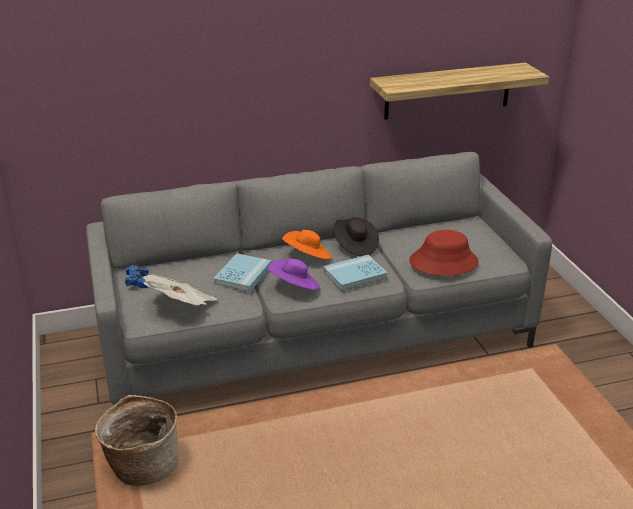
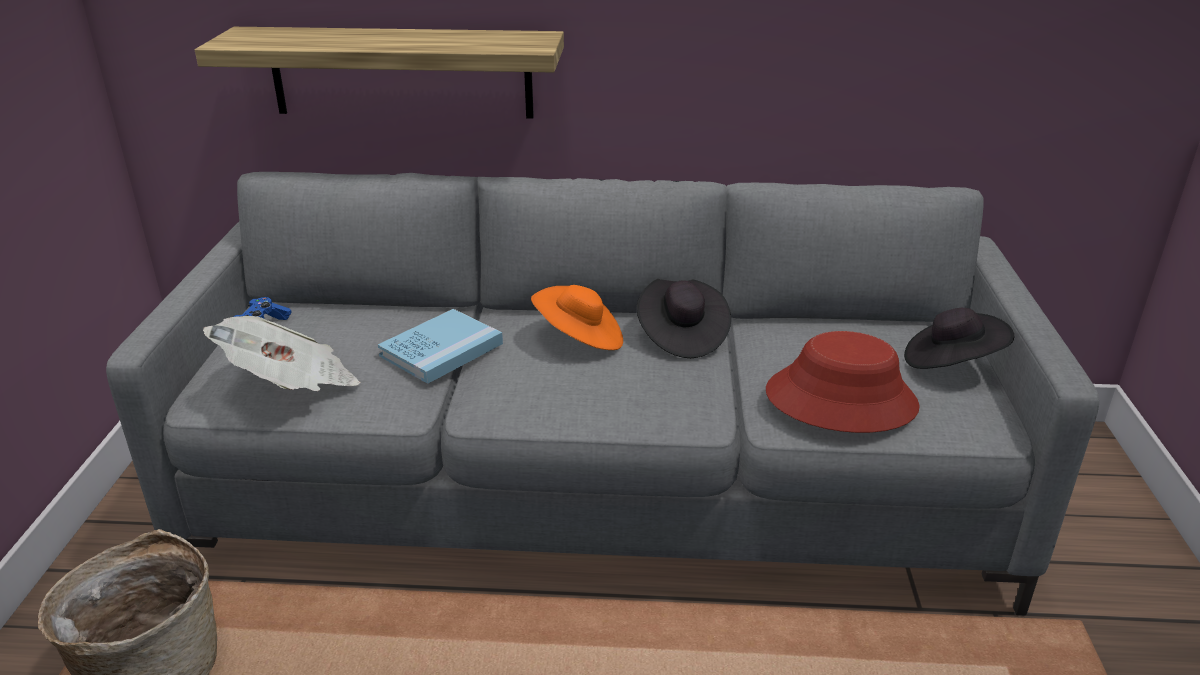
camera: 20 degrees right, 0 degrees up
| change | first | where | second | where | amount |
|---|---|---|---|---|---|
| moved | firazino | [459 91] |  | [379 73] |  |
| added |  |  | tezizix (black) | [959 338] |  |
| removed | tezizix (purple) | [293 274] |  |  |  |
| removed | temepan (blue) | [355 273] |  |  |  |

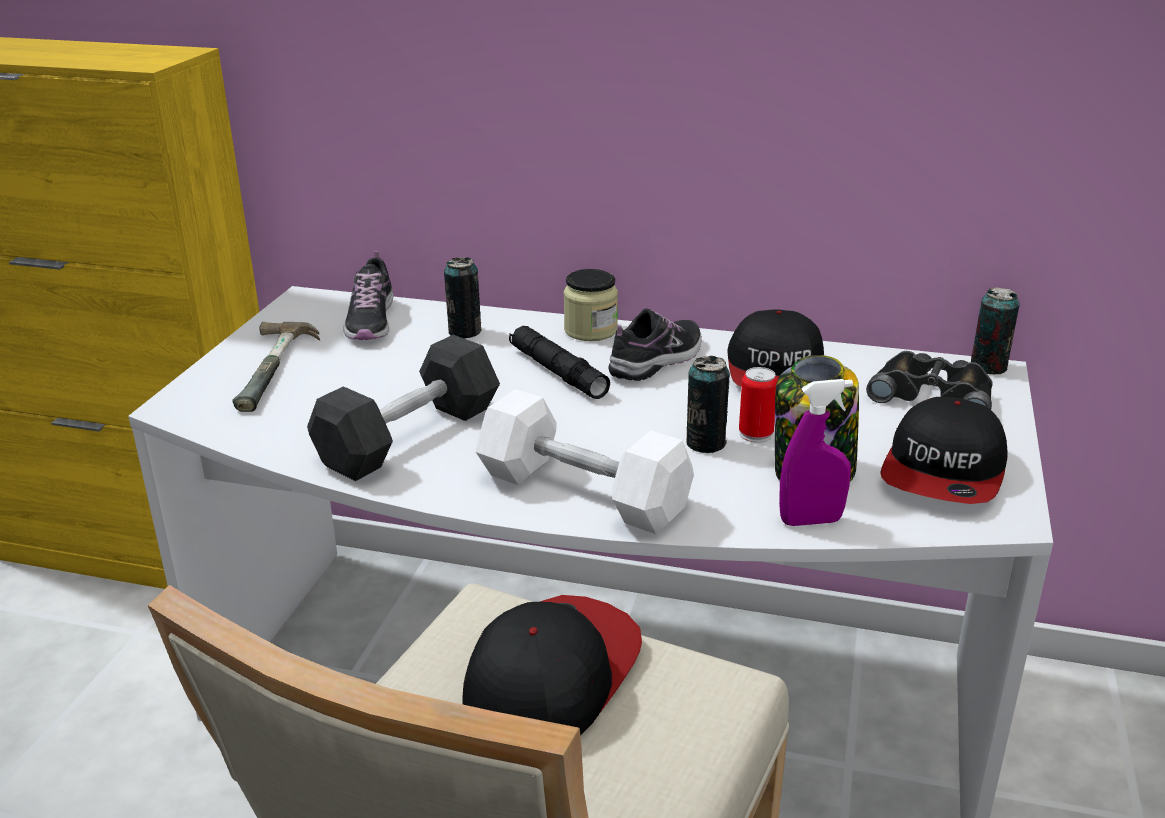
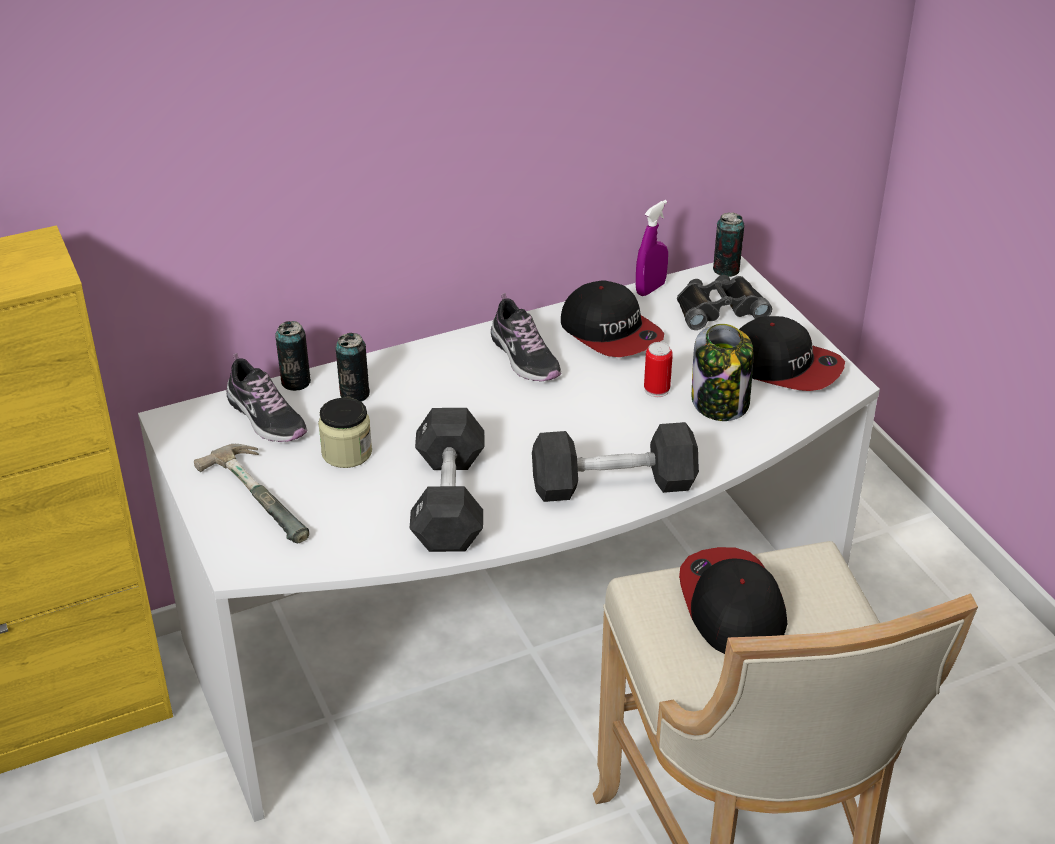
camera: 40 degrees left, 10 degrees up
| change | first | where | second | where | amount |
|---|---|---|---|---|---|
| moved | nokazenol | [708 404] |  | [293 356] |  |
| moved | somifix | [590 305] |  | [345 433] |  |
| turned | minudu | [655 344] |  | [526 337] | 150 degrees clockwise |
| recoloured | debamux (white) | [585 461] | debamux (black) | [615 462] |  |
| moved | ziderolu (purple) | [816 452] |  | [652 248] |  |
| turned | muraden | [943 450] |  | [792 353] | 45 degrees counterclockwise |
| removed | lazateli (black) | [559 362] |  |  |  |

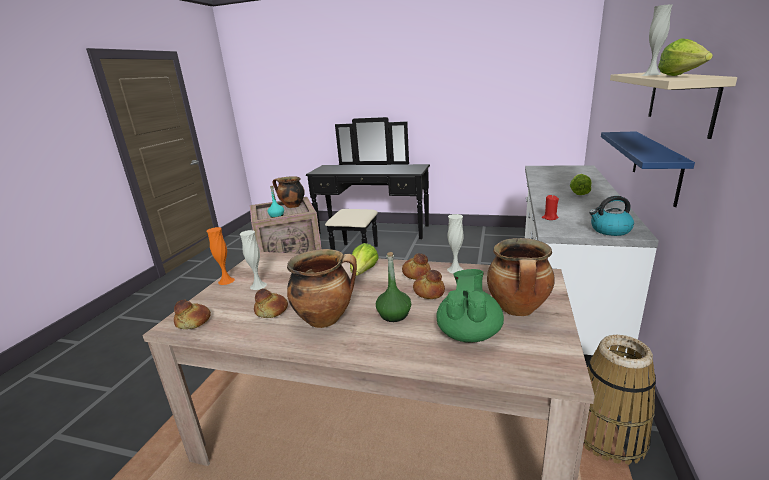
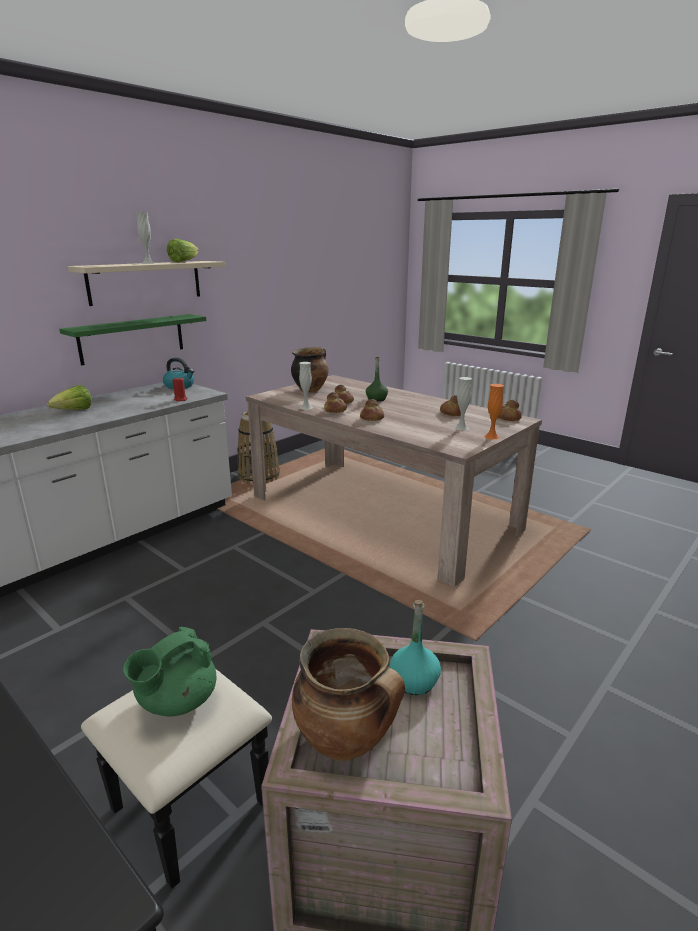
camera: 155 degrees left, 0 degrees up
| change | first | where | second | where | amount |
|---|---|---|---|---|---|
| recoloured | firazino (blue) | [648 169] | firazino (green) | [132 339] |  |
| moved | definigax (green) | [470 306] |  | [169 671] |  |
| replaced | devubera | [364 259] | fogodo | [372 410] |  |
| removed | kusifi | [322 288] |  |  |  |

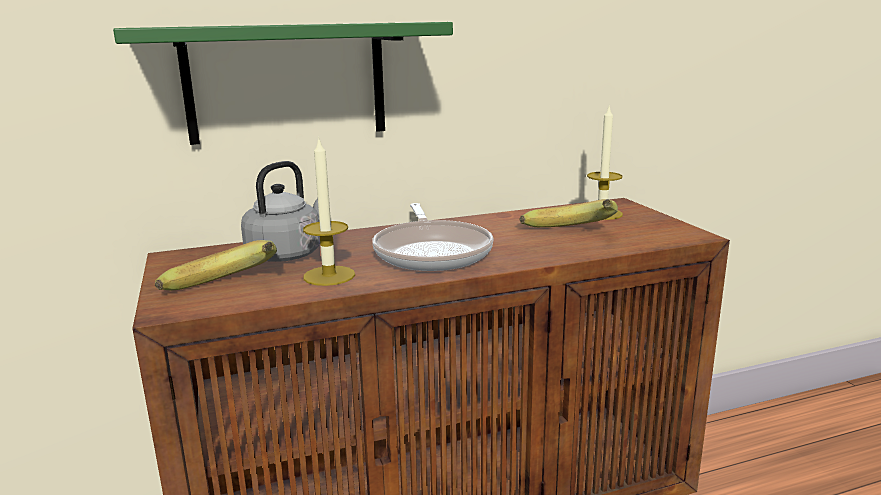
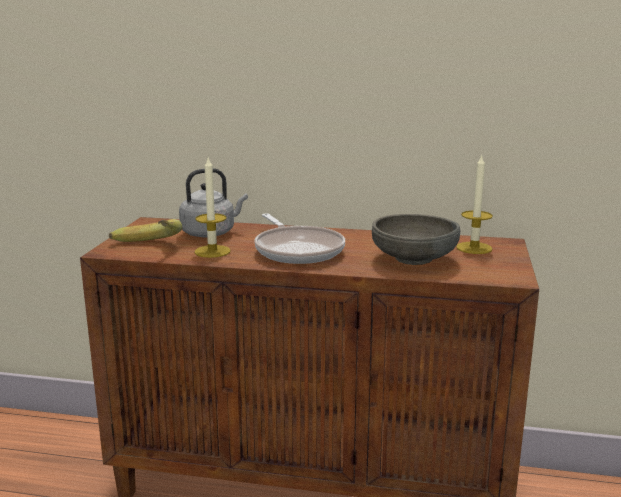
camera: 30 degrees right, 0 degrees up
| change | first | where | second | where | amount |
|---|---|---|---|---|---|
| turned | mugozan | [432 237] |  | [299 238] | 45 degrees counterclockwise |
| replaced | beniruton | [568 213] | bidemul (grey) | [416 239] |  |
| removed | firazino (green) | [283 83] |  |  |  |

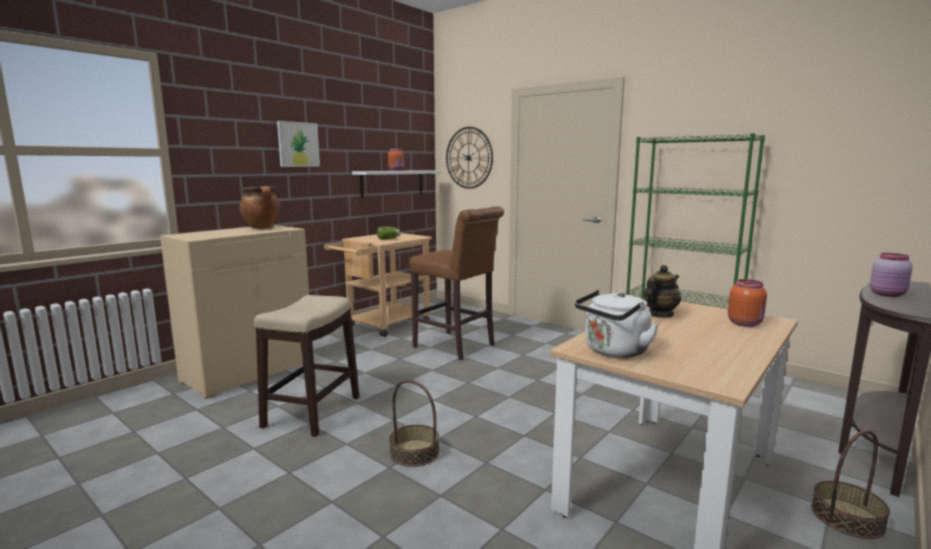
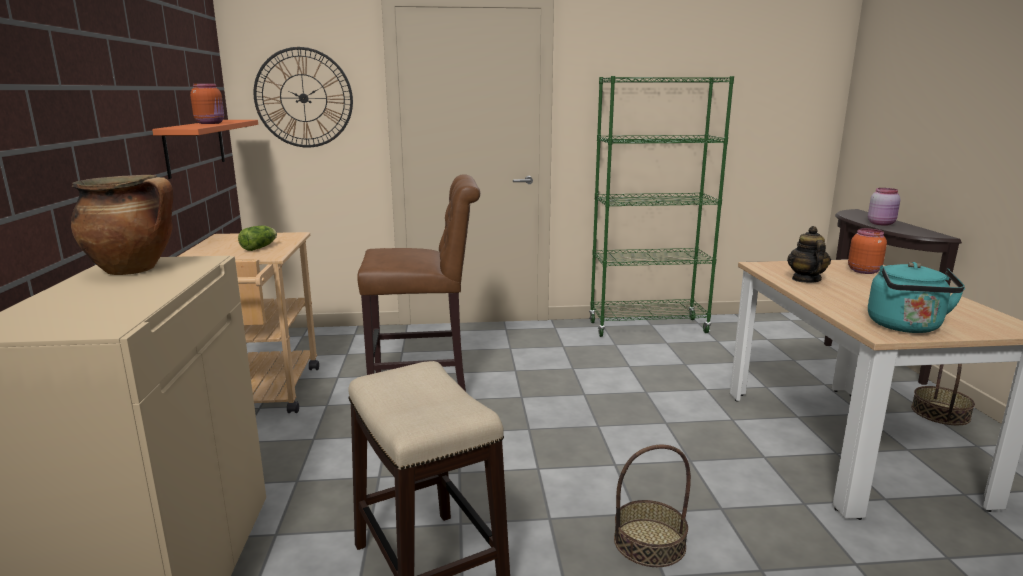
camera: 45 degrees left, 5 degrees up
| change | first | where | second | where | amount |
|---|---|---|---|---|---|
| recoloured | firazino (white) | [396 184] | firazino (orange) | [205 149] |  |
| recoloured | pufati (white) | [616 324] | pufati (turquoise) | [916 297] |  |
| removed | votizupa | [298 144] |  |  |  |

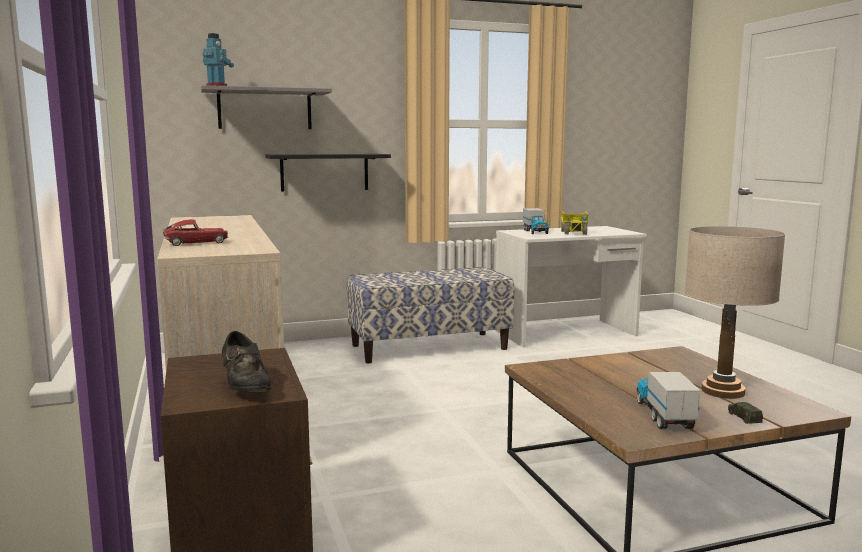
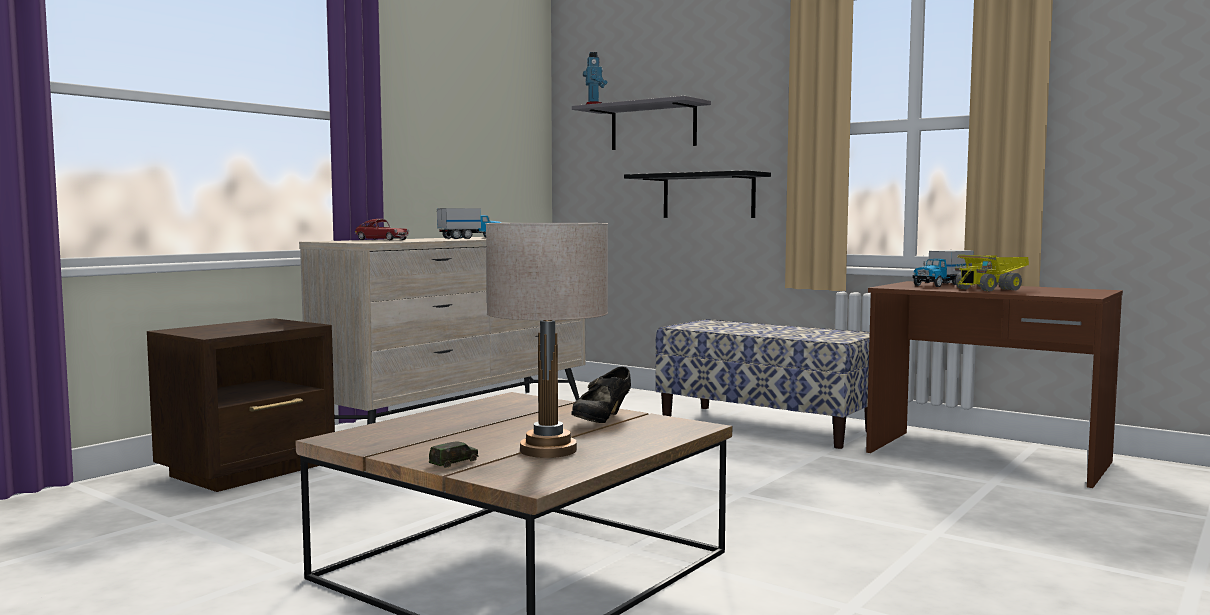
camera: 55 degrees right, 5 degrees down
| change | first | where | second | where | amount |
|---|---|---|---|---|---|
| moved | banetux | [669 399] |  | [469 223] |  |
| moved | minudu (black) | [246 361] |  | [601 394] |  |
| recoloured | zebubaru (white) | [571 287] | zebubaru (brown) | [994 384] |  |

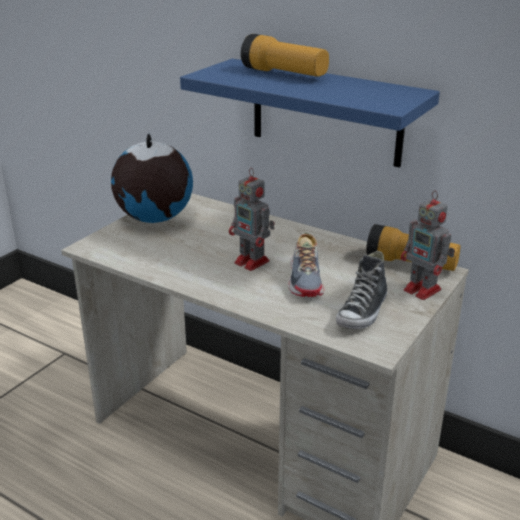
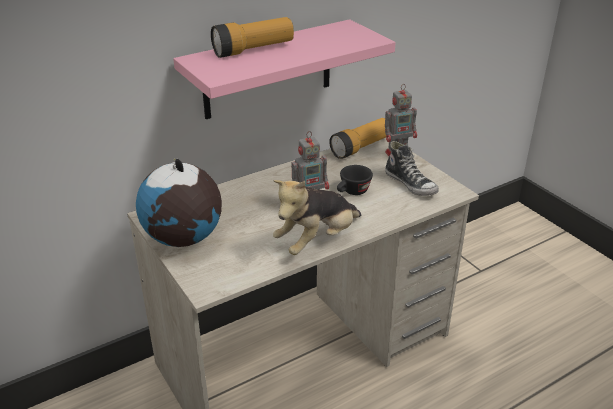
camera: 65 degrees left, 5 degrees up
| change | first | where | second | where | amount |
|---|---|---|---|---|---|
| recoloured | firazino (blue) | [310 113] | firazino (pink) | [284 69] |  |
| added |  |  | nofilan | [317 217] |  |
| replaced | minudu | [306 264] | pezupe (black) | [355 180] |  |

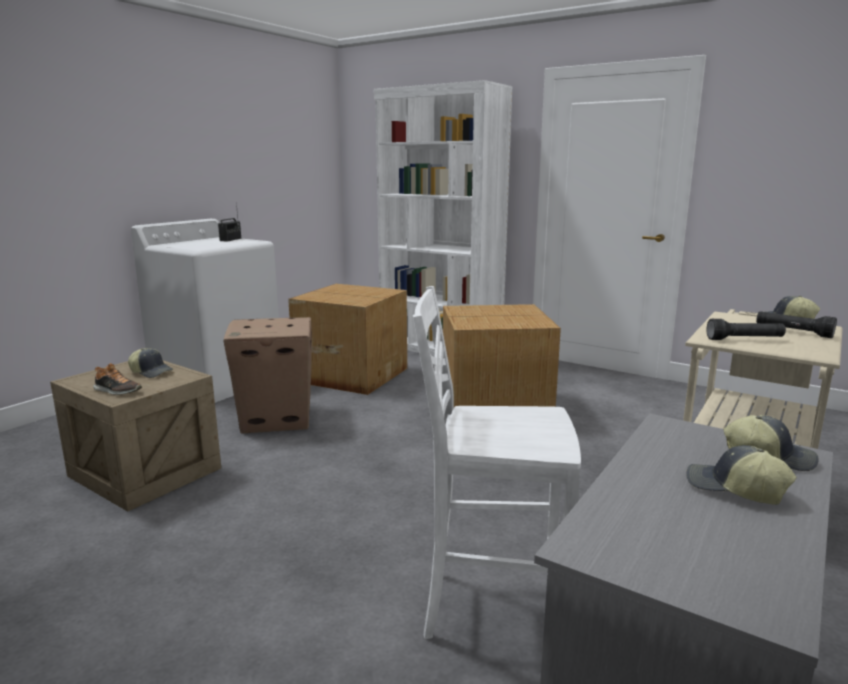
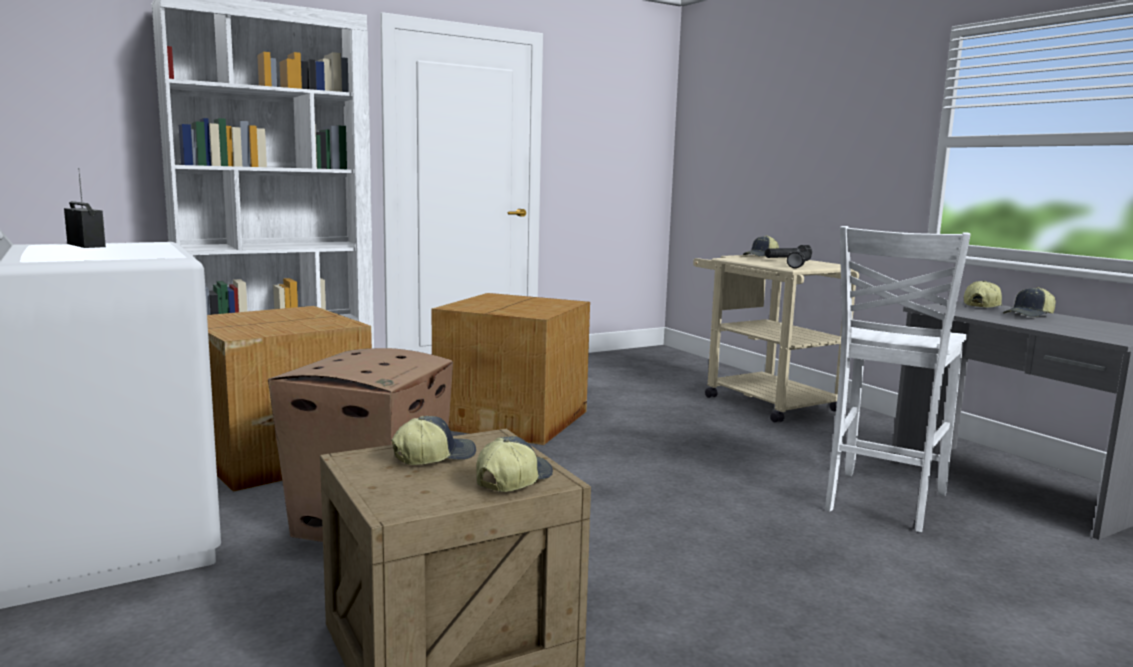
camera: 65 degrees left, 5 degrees down
| change | first | where | second | where | amount |
|---|---|---|---|---|---|
| replaced | minudu | [117 379] | muraden | [514 464] |  |

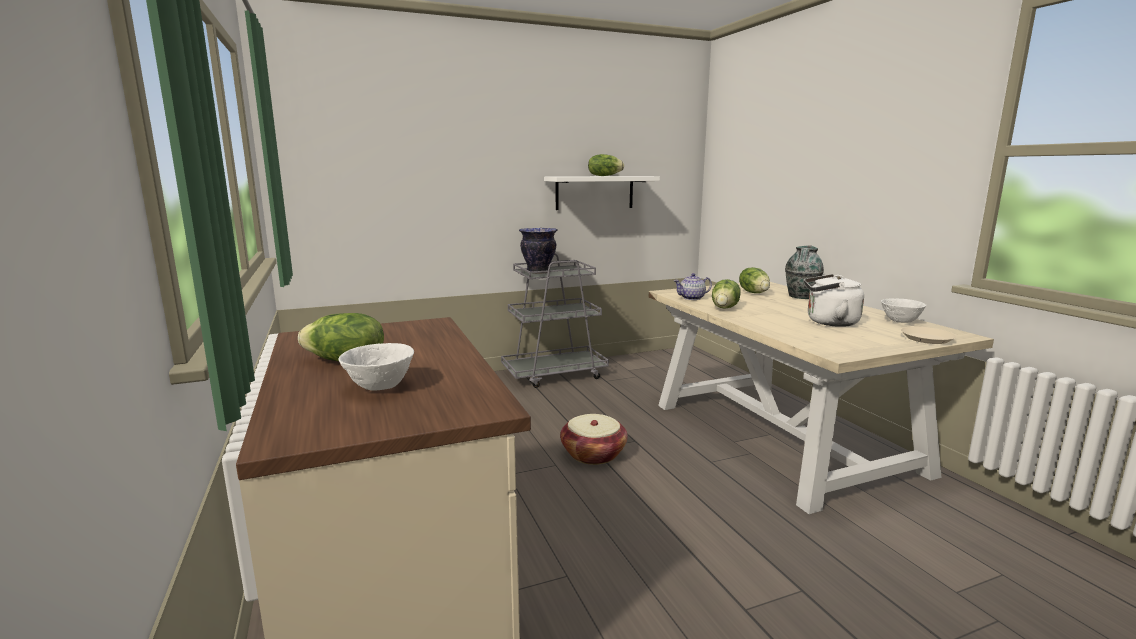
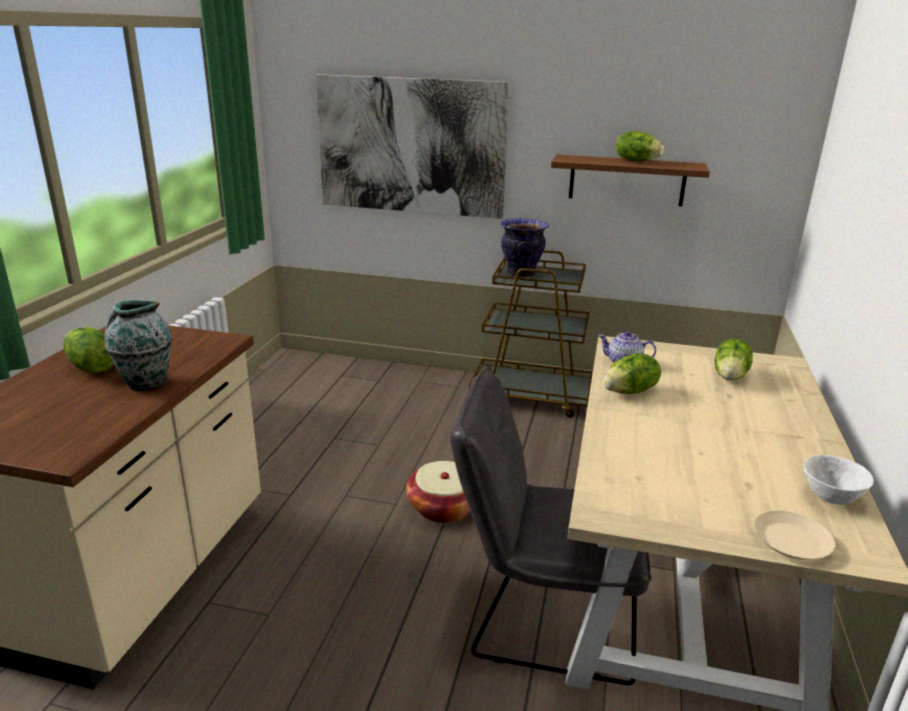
camera: 35 degrees right, 10 degrees up
| change | first | where | second | where | amount |
|---|---|---|---|---|---|
| moved | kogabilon | [804 272] |  | [138 345] |  |
| added |  |  | votizupa | [413 146] |  |
| added |  |  | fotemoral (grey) | [551 526] |  |
| recoloured | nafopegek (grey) | [555 320] | nafopegek (brown) | [531 334] |  |
| recoloured | firazino (white) | [602 193] | firazino (brown) | [630 180] |  |
| removed | bidemul (white) | [376 367] |  |  |  |
| removed | pufati (white) | [834 300] |  |  |  |

